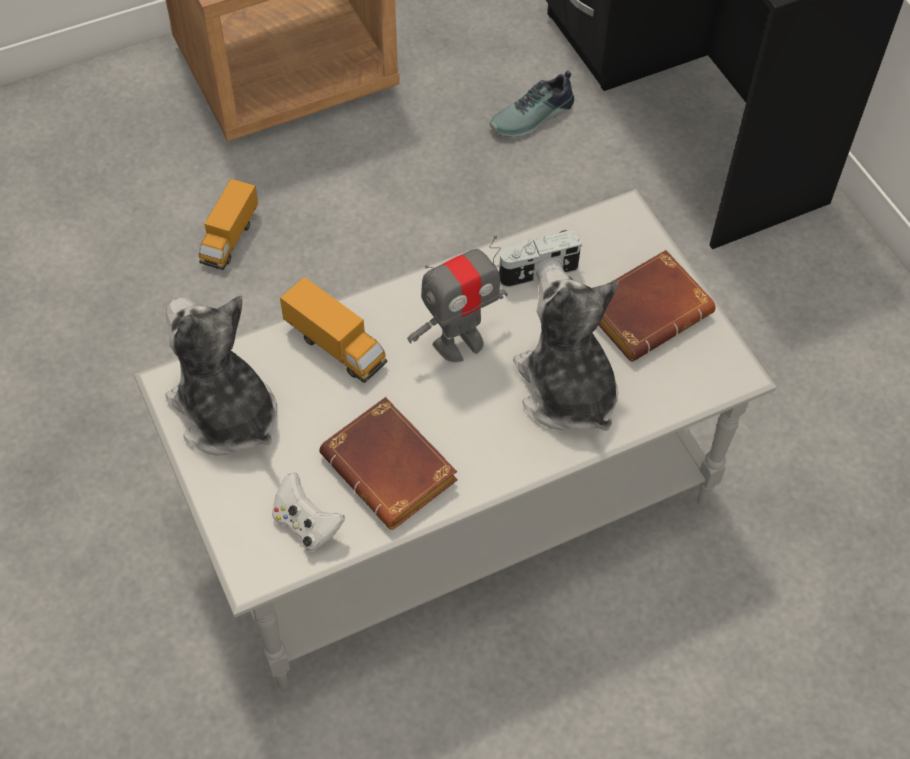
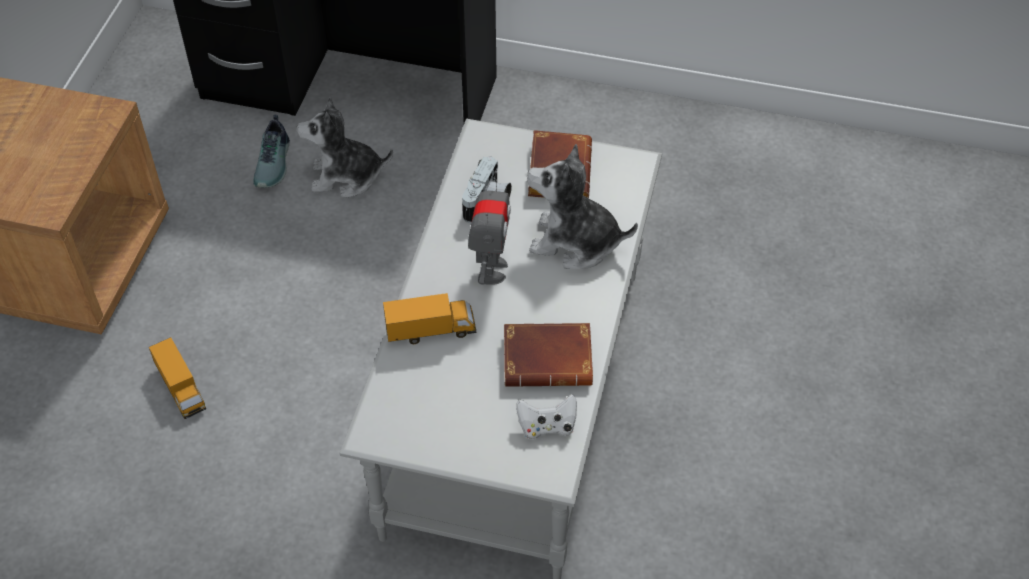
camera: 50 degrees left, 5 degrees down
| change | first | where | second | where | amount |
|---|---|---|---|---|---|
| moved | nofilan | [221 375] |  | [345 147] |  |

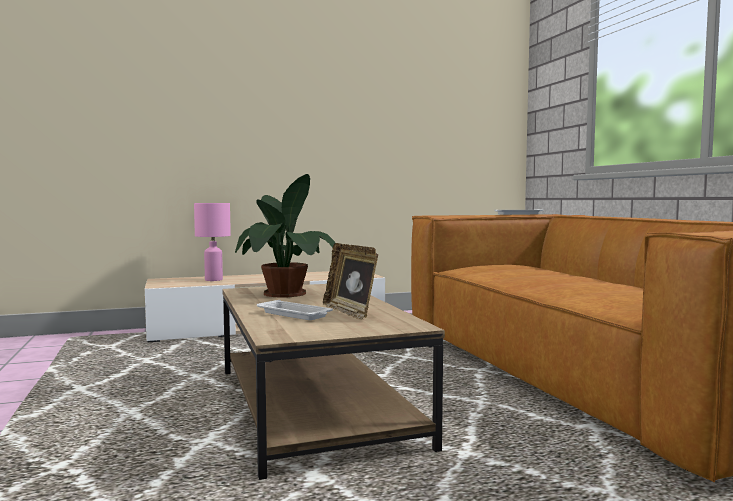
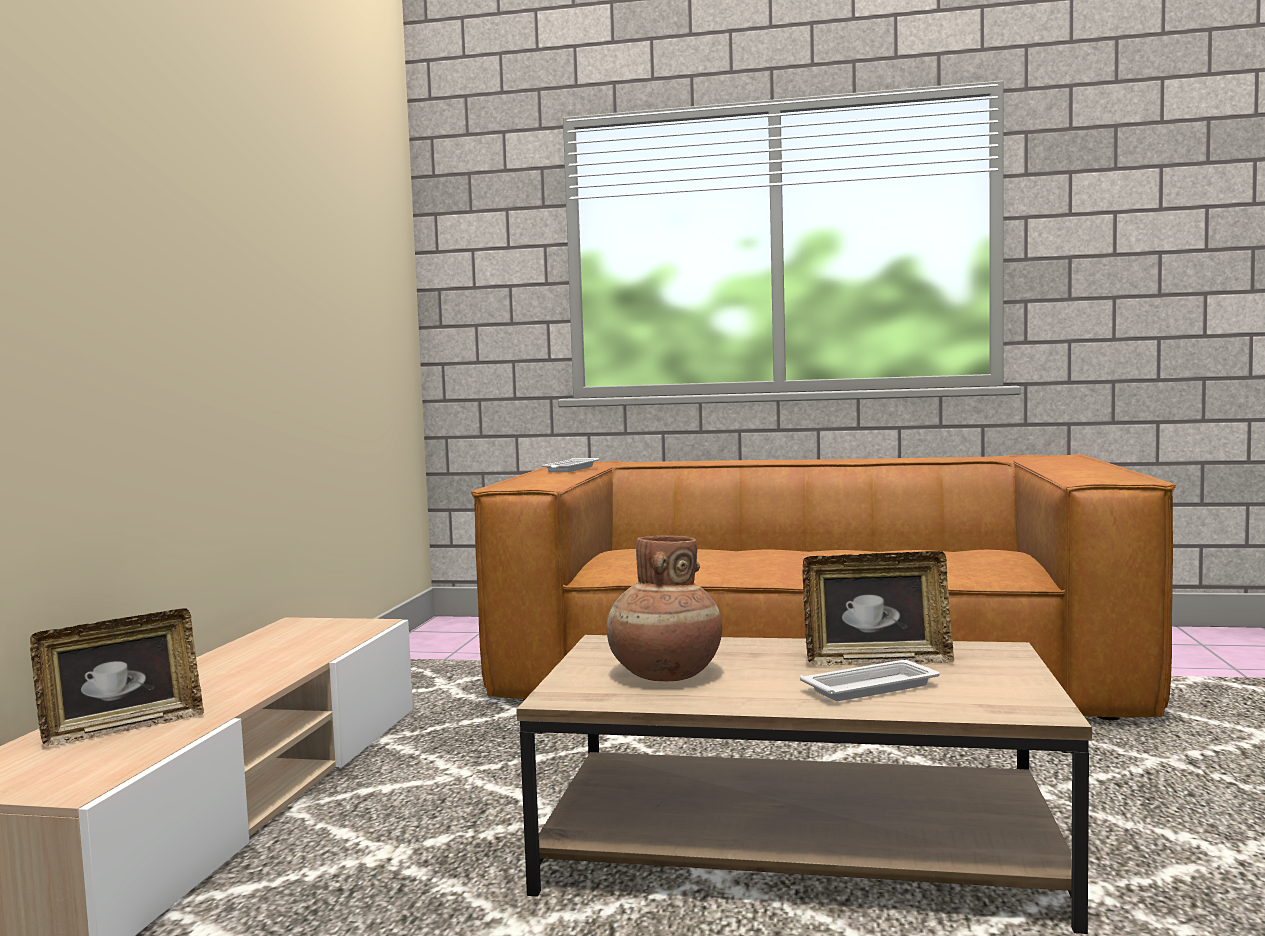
camera: 60 degrees left, 0 degrees up
| change | first | where | second | where | amount |
|---|---|---|---|---|---|
| replaced | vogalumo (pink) | [212 242] | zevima | [117 677] |  |
| replaced | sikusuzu | [285 236] | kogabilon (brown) | [664 608] |  |

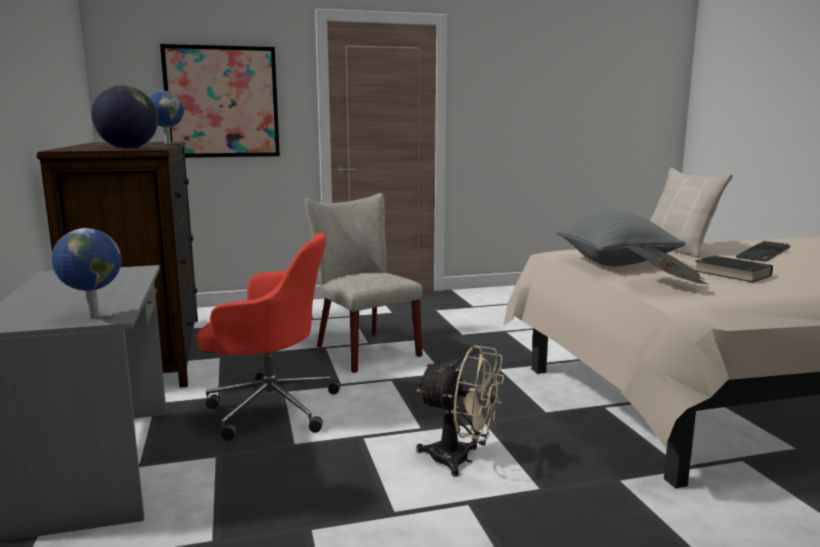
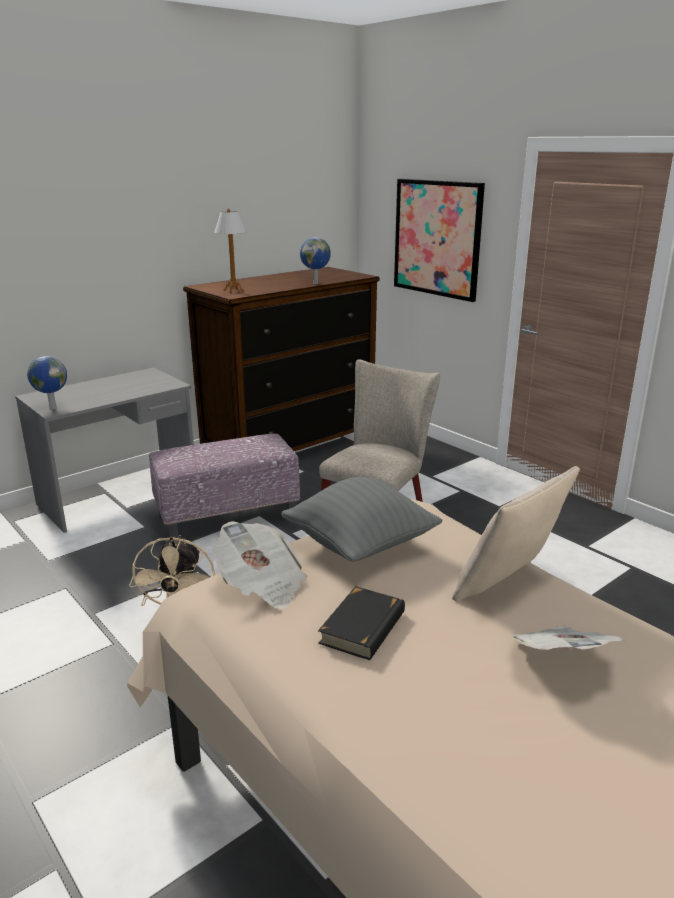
camera: 65 degrees right, 10 degrees up
| change | first | where | second | where | amount |
|---|---|---|---|---|---|
| replaced | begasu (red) | [268 337] | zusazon | [224 486] |  |
| replaced | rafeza | [124 117] | vogalumo | [230 251] |  |
| replaced | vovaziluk | [763 251] | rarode | [568 638] |  |

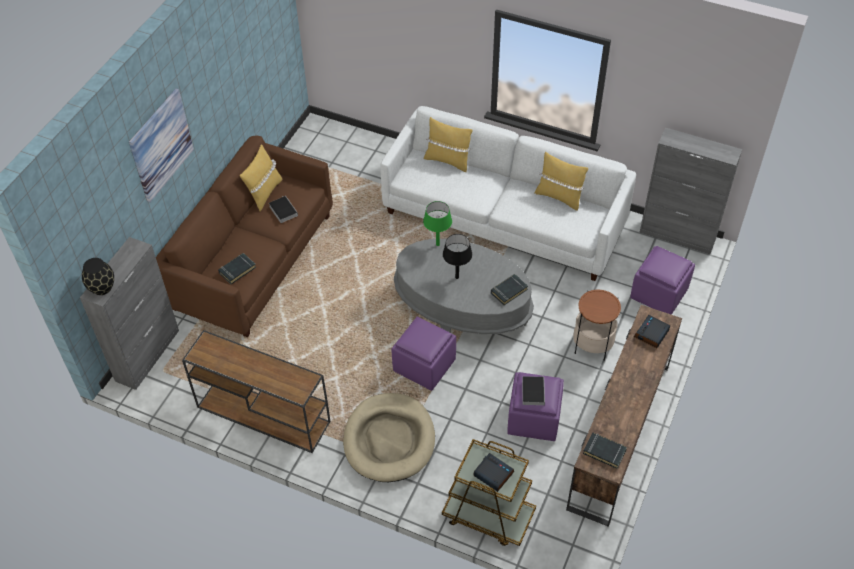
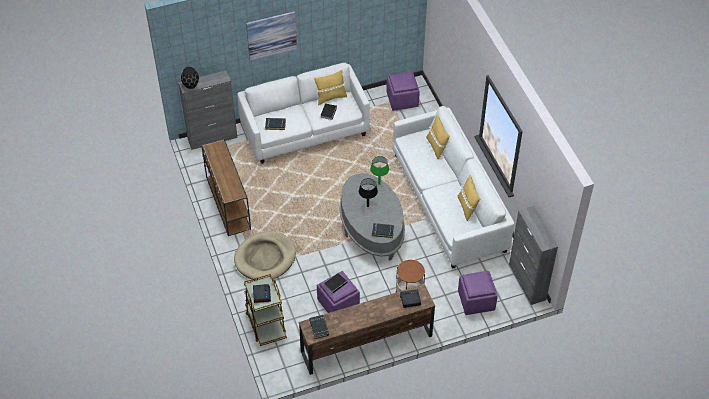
camera: 45 degrees right, 0 degrees up
| change | first | where | second | where | amount |
|---|---|---|---|---|---|
| recoloured | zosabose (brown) | [244 236] | zosabose (white) | [303 113] |  |
| moved | zusazon (purple) | [423 354] |  | [403 91] |  |

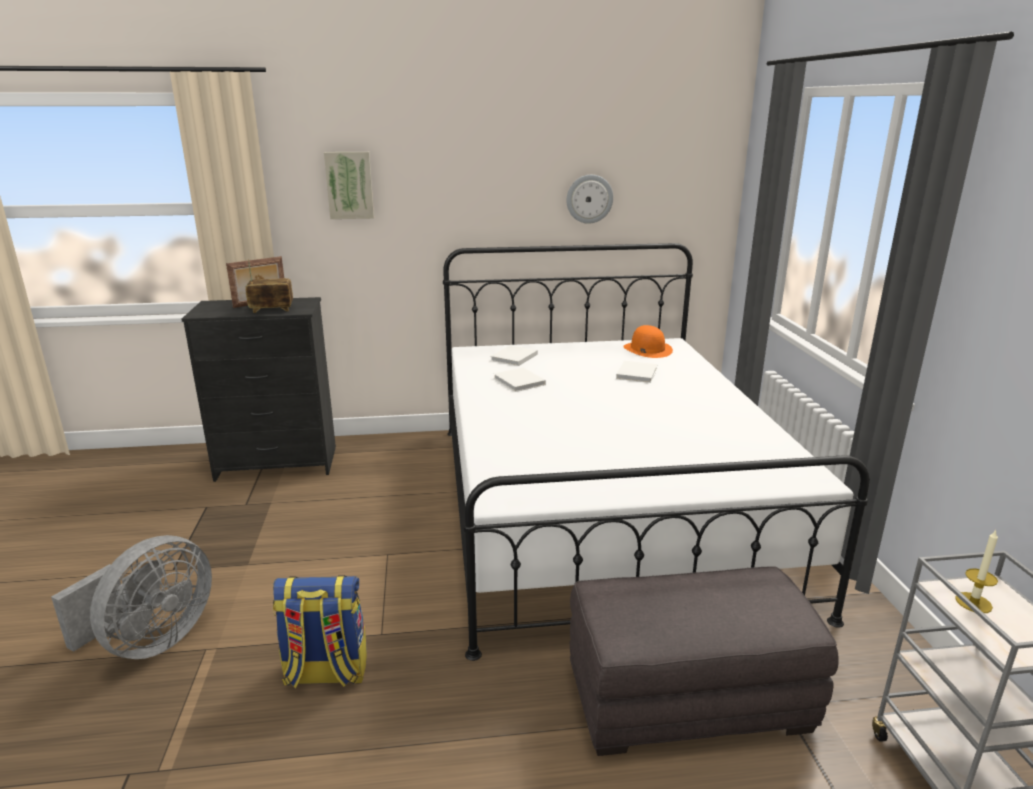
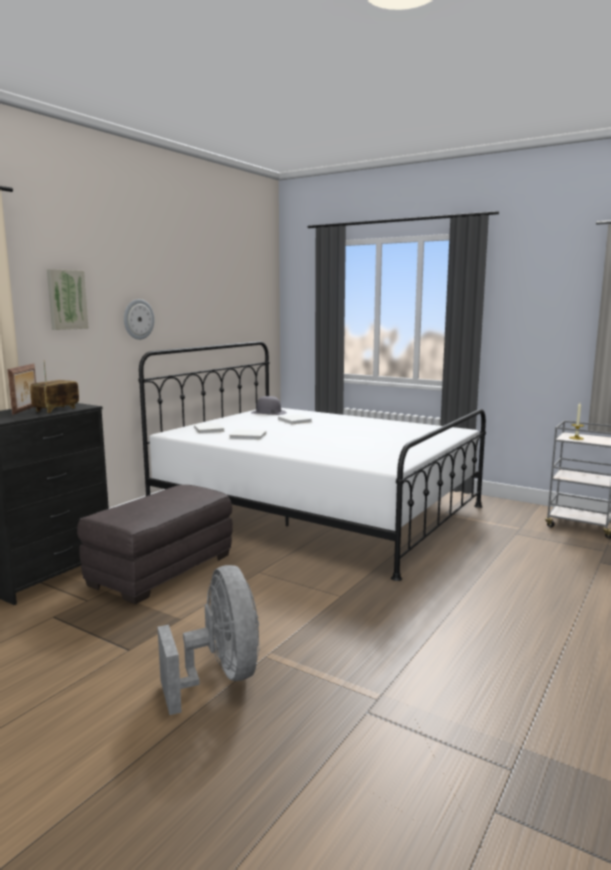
camera: 50 degrees left, 10 degrees down
| change | first | where | second | where | amount |
|---|---|---|---|---|---|
| moved | zusazon (grey) | [704 661] |  | [155 544] |  |
| moved | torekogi | [590 199] |  | [139 319] |  |
| recoloured | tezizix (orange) | [648 341] | tezizix (grey) | [269 405] |  |
| removed | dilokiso | [320 632] |  |  |  |

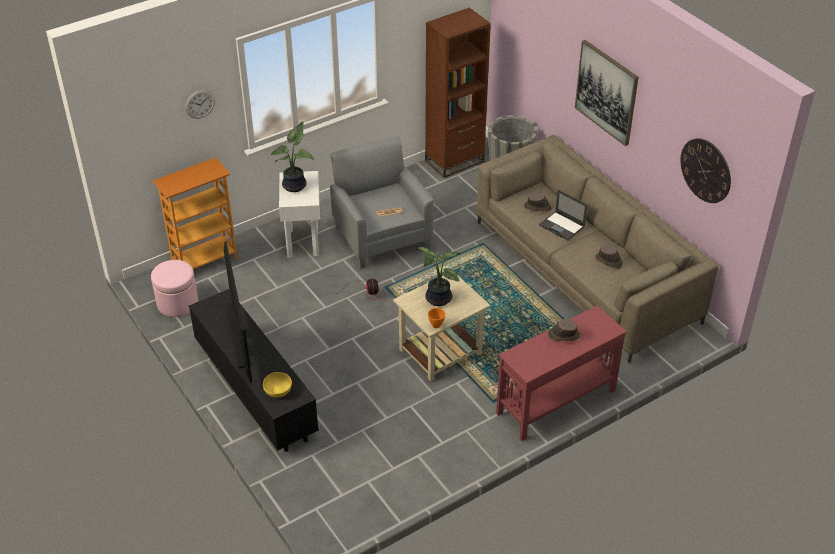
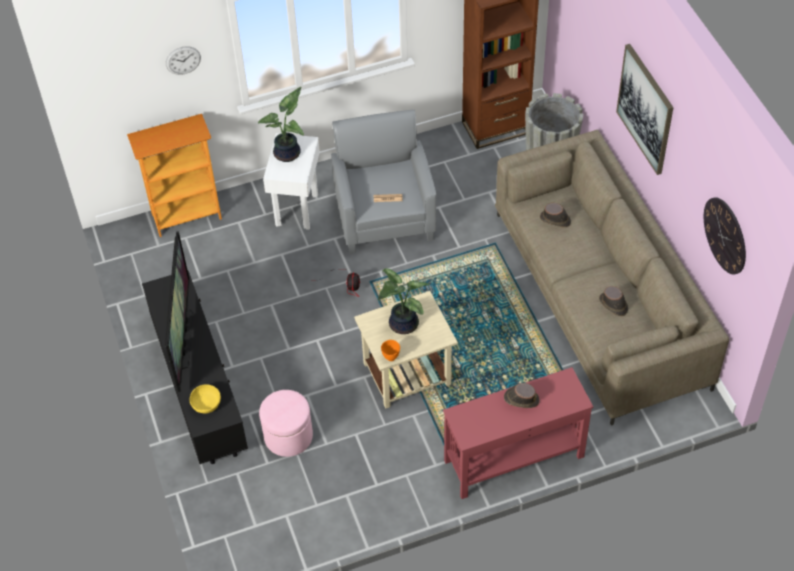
camera: 15 degrees right, 10 degrees up
| change | first | where | second | where | amount |
|---|---|---|---|---|---|
| moved | zusazon (pink) | [174 288] |  | [286 423] |  |
| removed | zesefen | [563 215] |  |  |  |

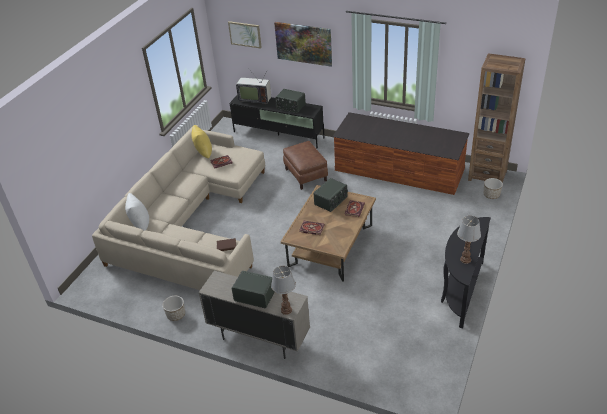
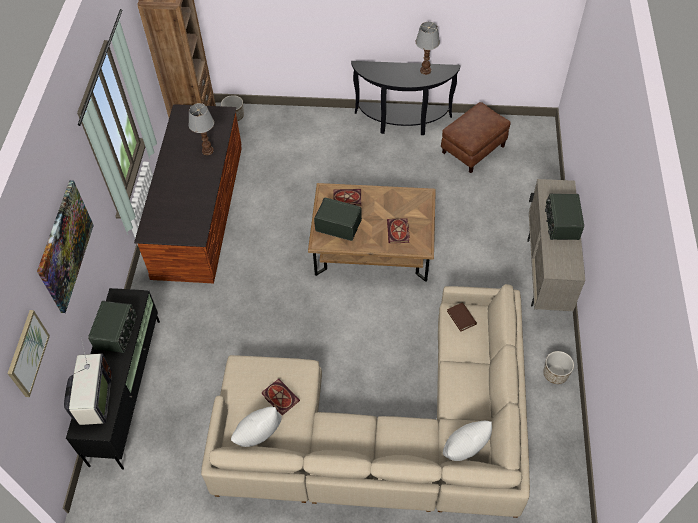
camera: 110 degrees left, 15 degrees up
| change | first | where | second | where | amount |
|---|---|---|---|---|---|
| moved | vogalumo | [283 290] |  | [201 129] |  |
| recoloured | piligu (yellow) | [201 141] | piligu (white) | [256 427] |  |
| moved | zusazon (brown) | [305 165] |  | [476 137] |  |

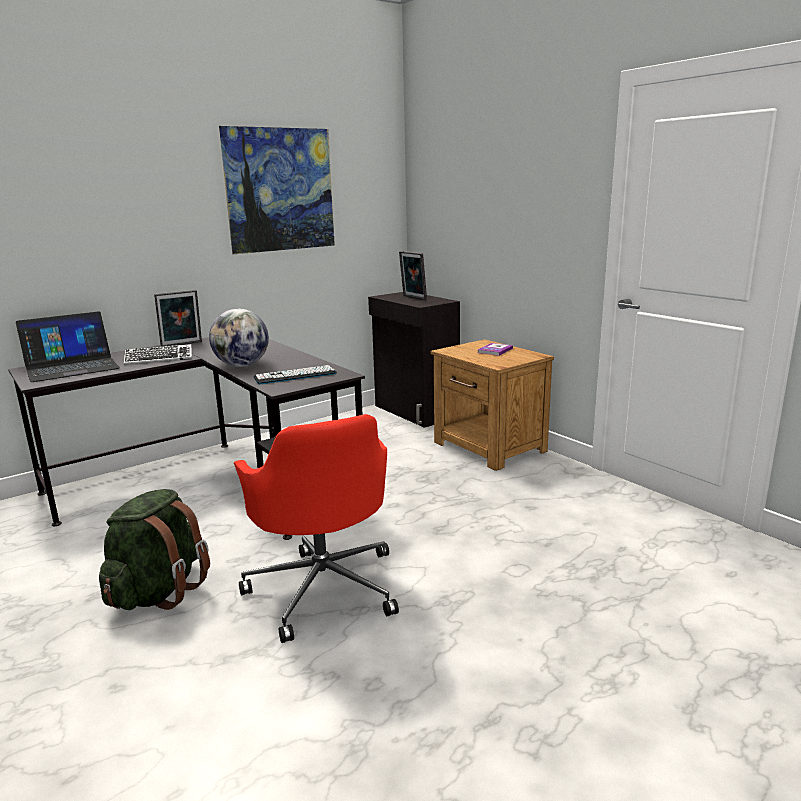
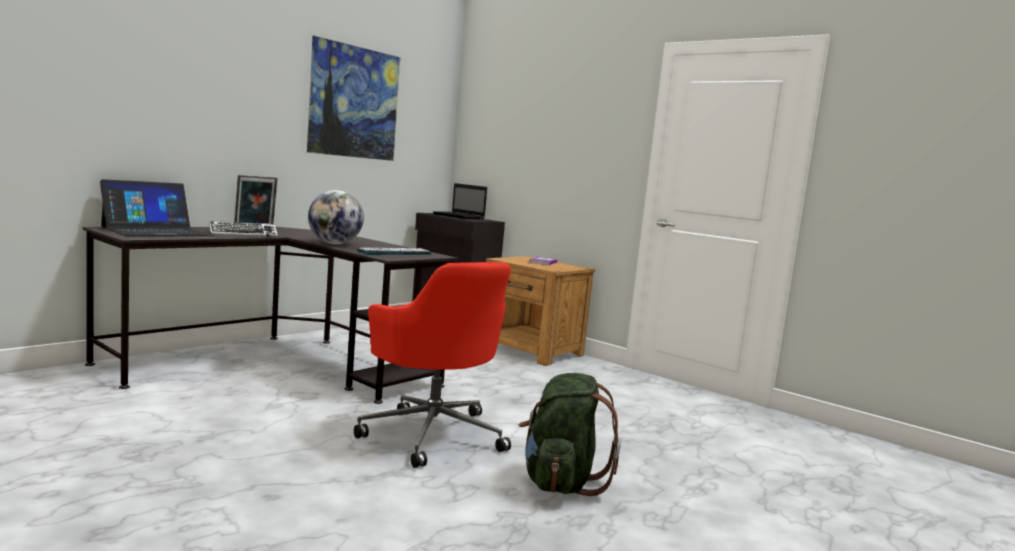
camera: 15 degrees left, 10 degrees down
| change | first | where | second | where | amount |
|---|---|---|---|---|---|
| replaced | zevima | [413 275] | zesefen | [460 201] |  |
| moved | dilokiso (green) | [154 549] |  | [569 434] |  |

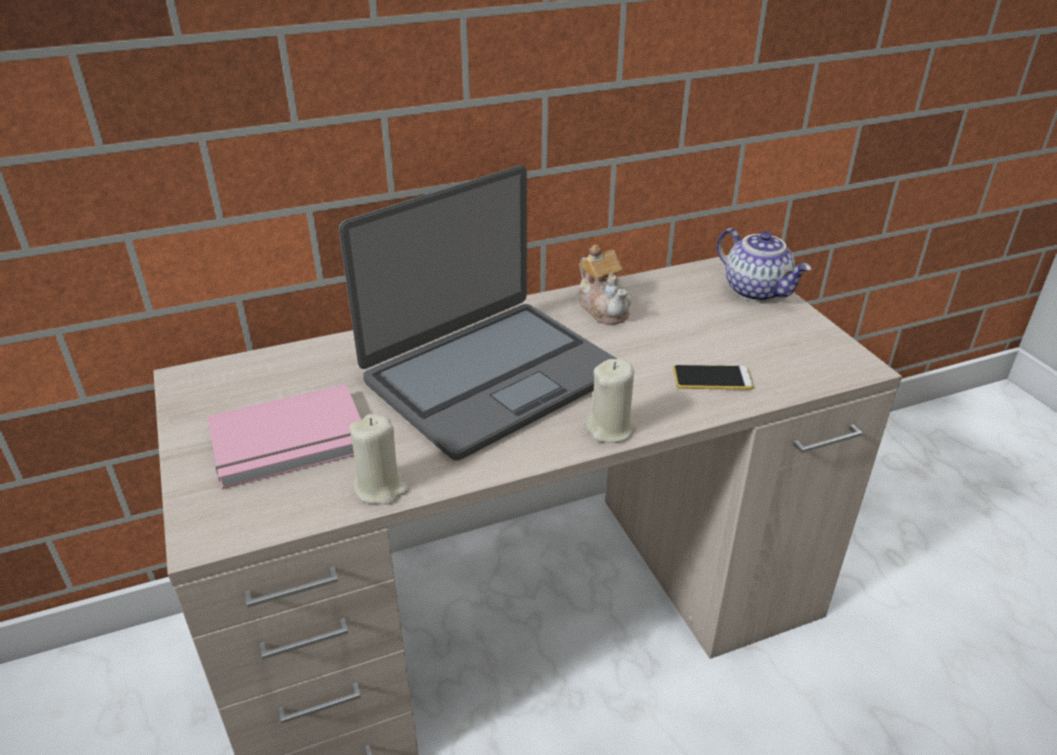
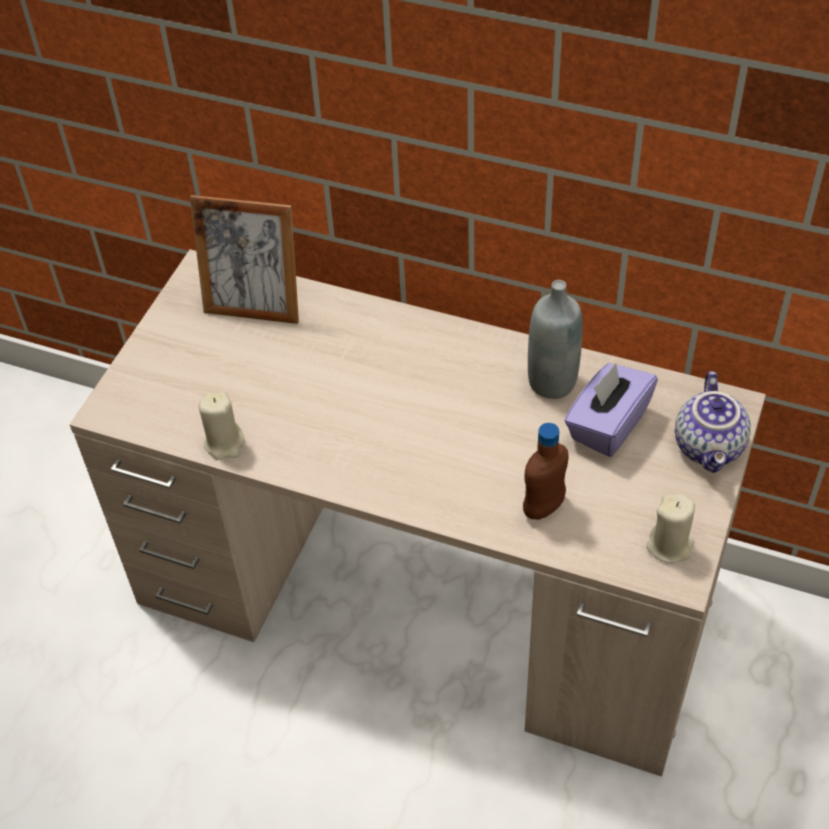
camera: 45 degrees right, 15 degrees up
| change | first | where | second | where | amount |
|---|---|---|---|---|---|
| added |  |  | zevima | [244 259] |  |
| replaced | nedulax | [713 377] | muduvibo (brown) | [545 471] |  |
| replaced | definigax | [604 284] | muduvibo (grey) | [555 339] |  |
| added |  |  | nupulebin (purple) | [611 410] |  |
| moved | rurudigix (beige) | [610 401] |  | [670 528] |  |
| removed | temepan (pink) | [284 436] |  |  |  |
| removed | zesefen | [478 312] |  |  |  |

